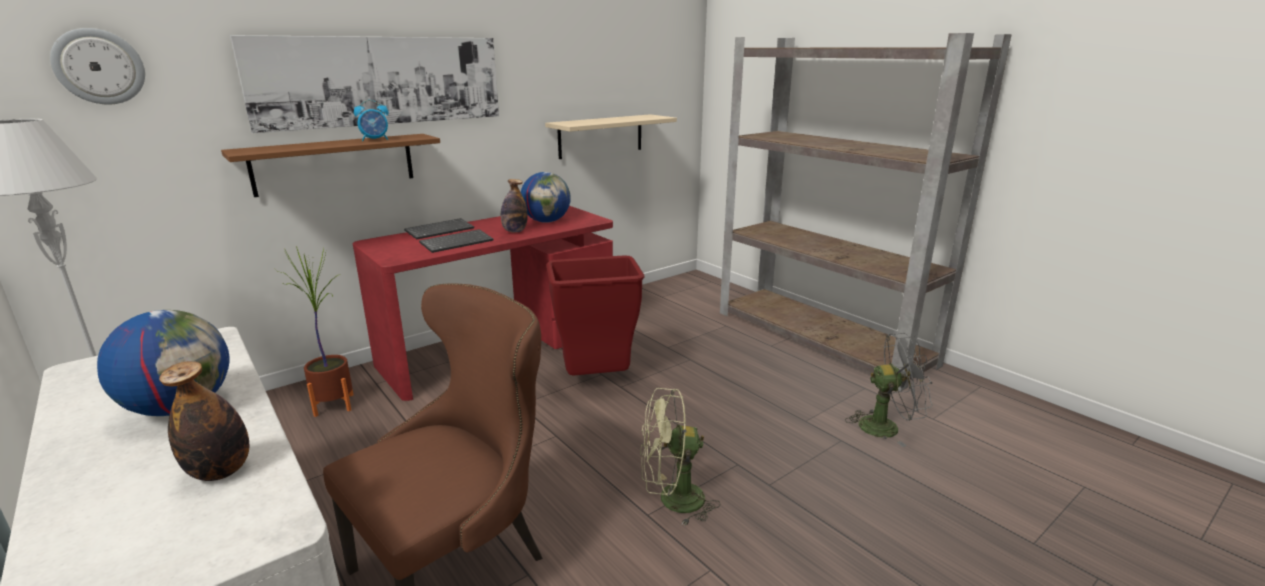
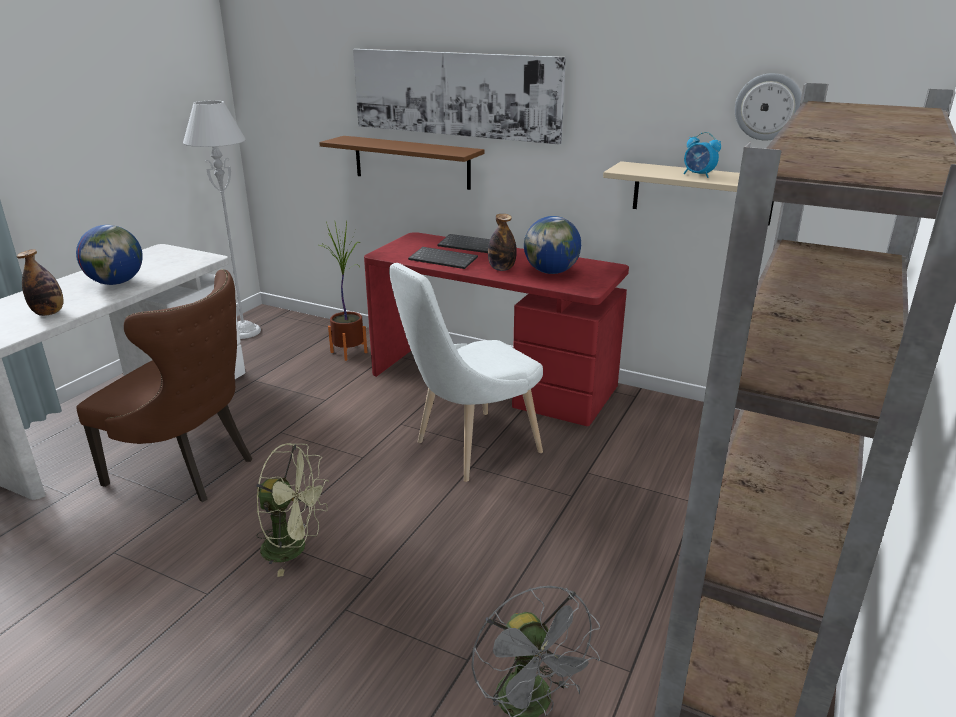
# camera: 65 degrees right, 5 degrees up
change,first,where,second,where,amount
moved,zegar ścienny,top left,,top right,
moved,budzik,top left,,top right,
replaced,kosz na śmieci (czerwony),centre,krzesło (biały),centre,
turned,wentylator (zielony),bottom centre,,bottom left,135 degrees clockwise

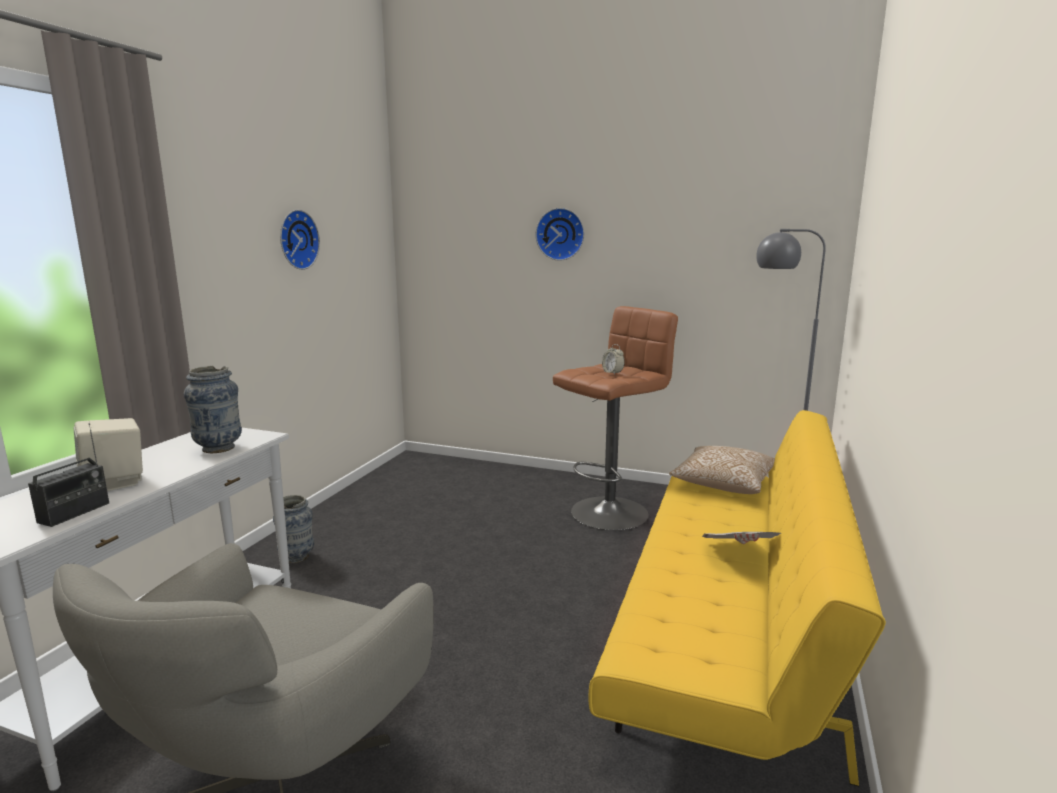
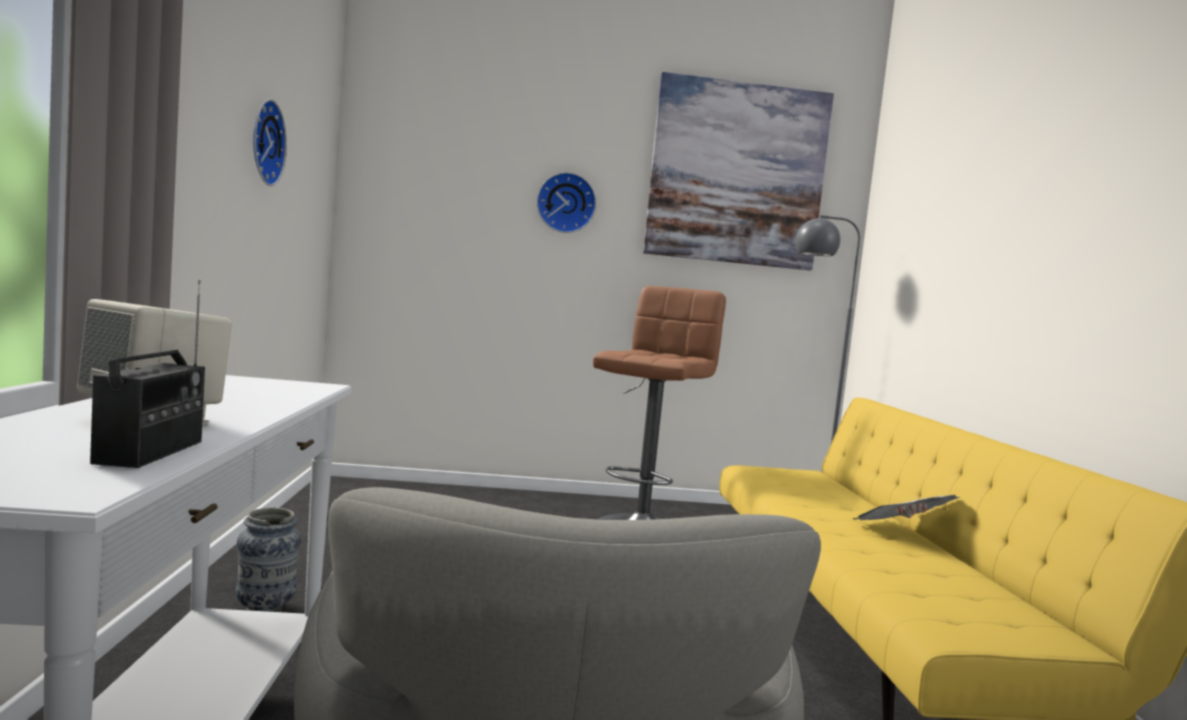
# camera: 25 degrees left, 10 degrees down
change,first,where,second,where,amount
removed,wazon (1st from left),middle left,,,
removed,budzik,centre,,,
removed,poduszka,middle right,,,
added,,,obraz,top centre,

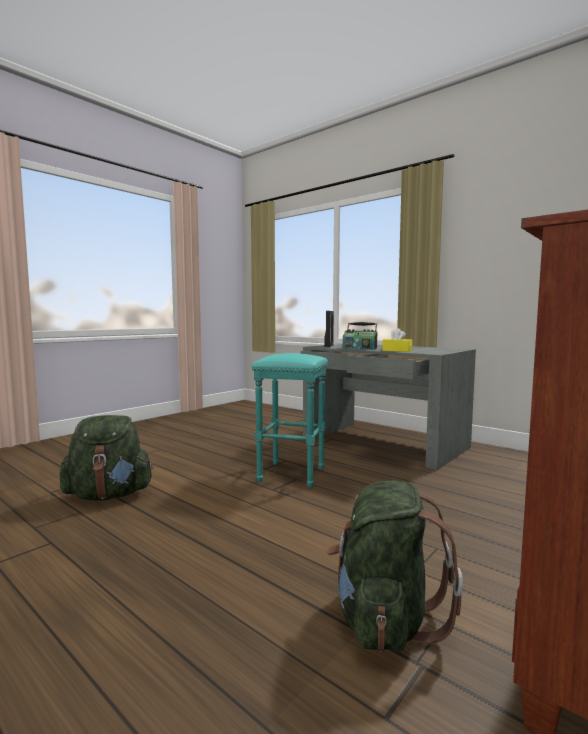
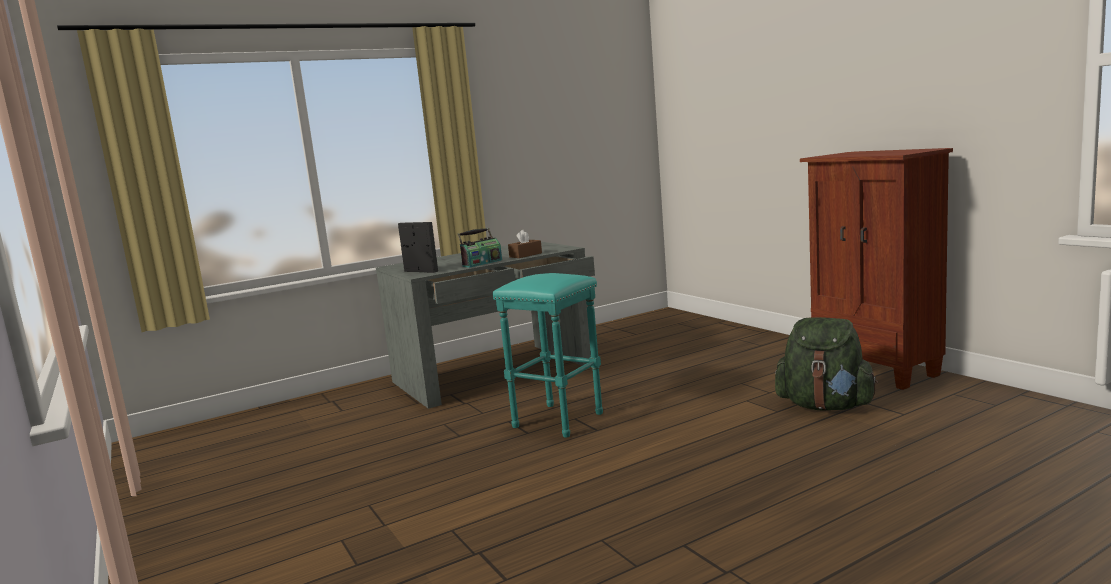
# camera: 70 degrees left, 5 degrees up
change,first,where,second,where,amount
removed,plecak (zielony) (1st from left),middle left,,,
recoloured,pudełko chusteczek (żółty),middle right,pudełko chusteczek (brązowy),centre,

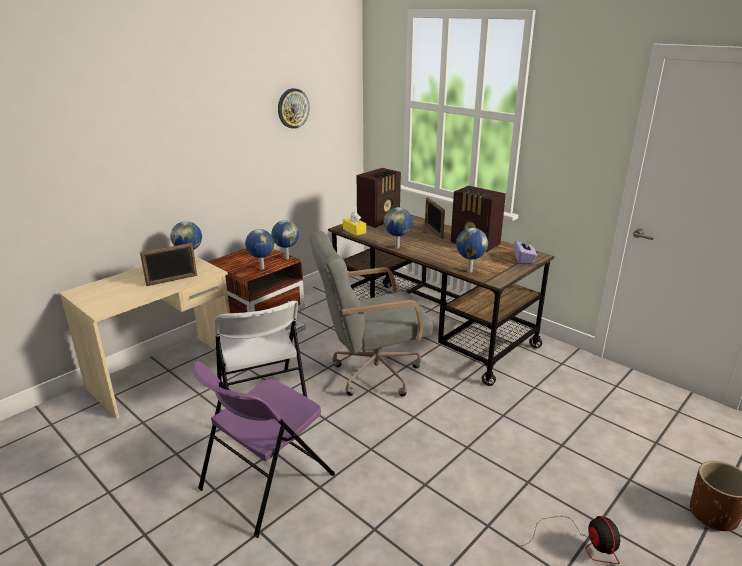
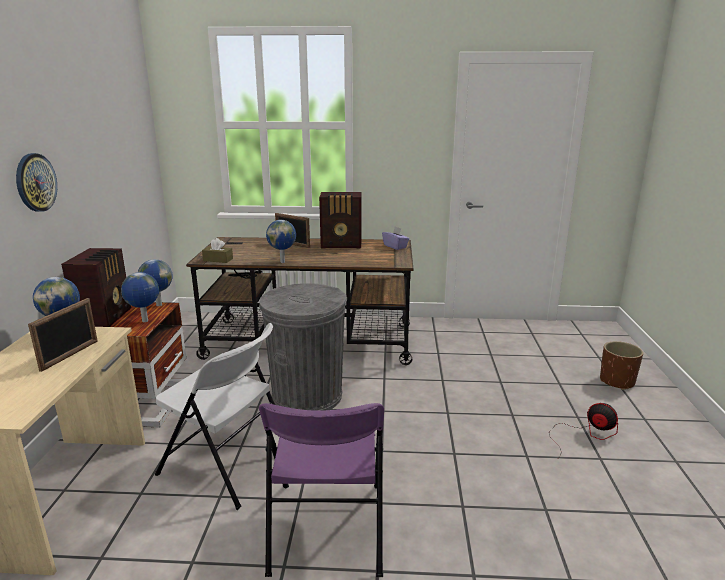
# camera: 40 degrees left, 5 degrees down
change,first,where,second,where,amount
removed,globus (5th from left),centre,,,
moved,zegar ścienny,top centre,,top left,
moved,radio (1st from left),centre,,middle left,
replaced,krzesło biurowe (szary),centre,kosz na śmieci (szary),centre,
recoloured,pudełko chusteczek (żółty),centre,pudełko chusteczek (brązowy),middle left,

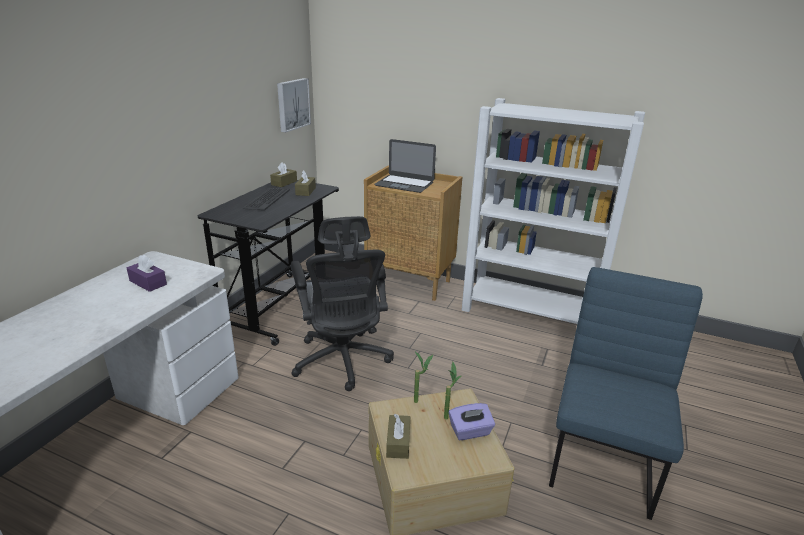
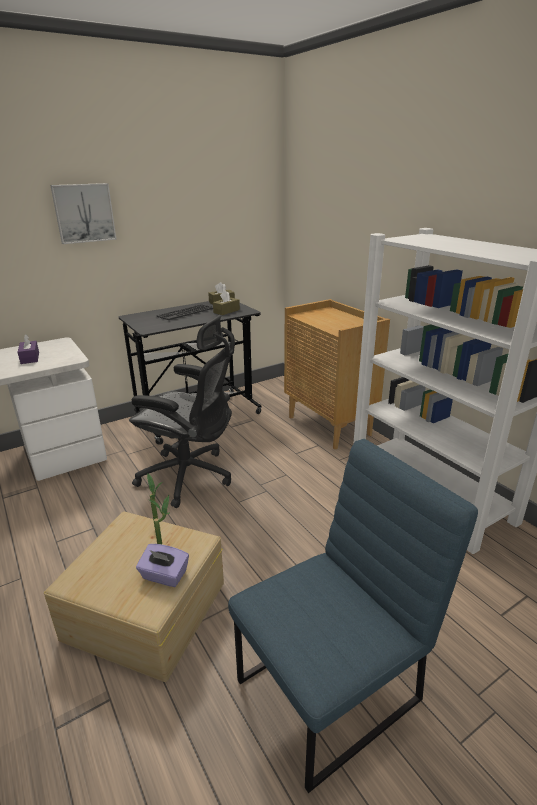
# camera: 35 degrees right, 0 degrees up
change,first,where,second,where,amount
removed,laptop,top centre,,,
removed,pudełko chusteczek (brązowy) (3rd from left),bottom centre,,,
moved,obraz,top centre,,top left,
turned,krzesło biurowe,centre,,centre,90 degrees counterclockwise

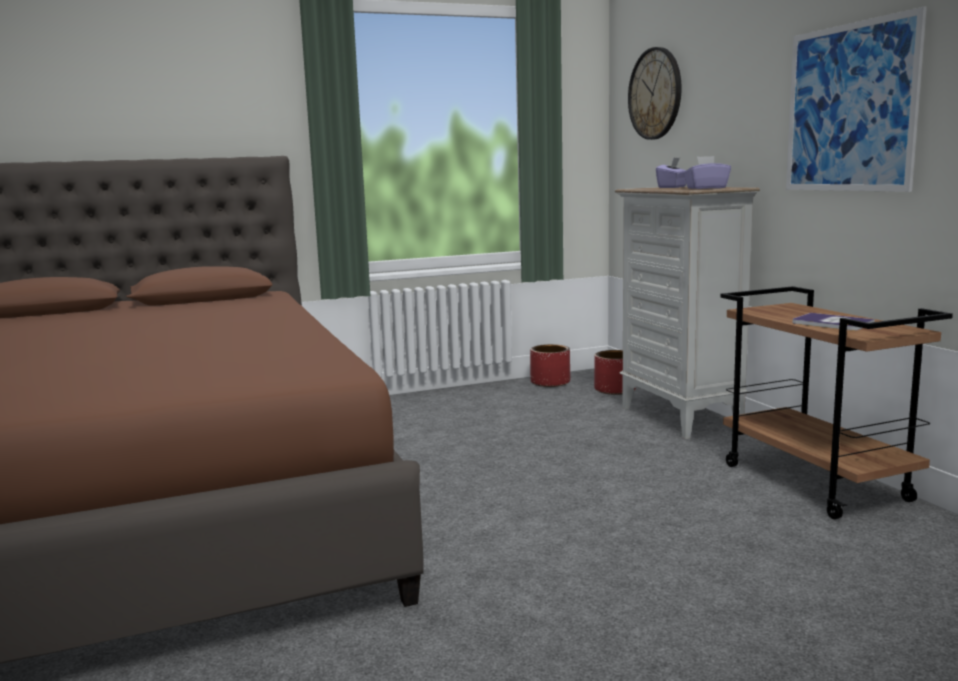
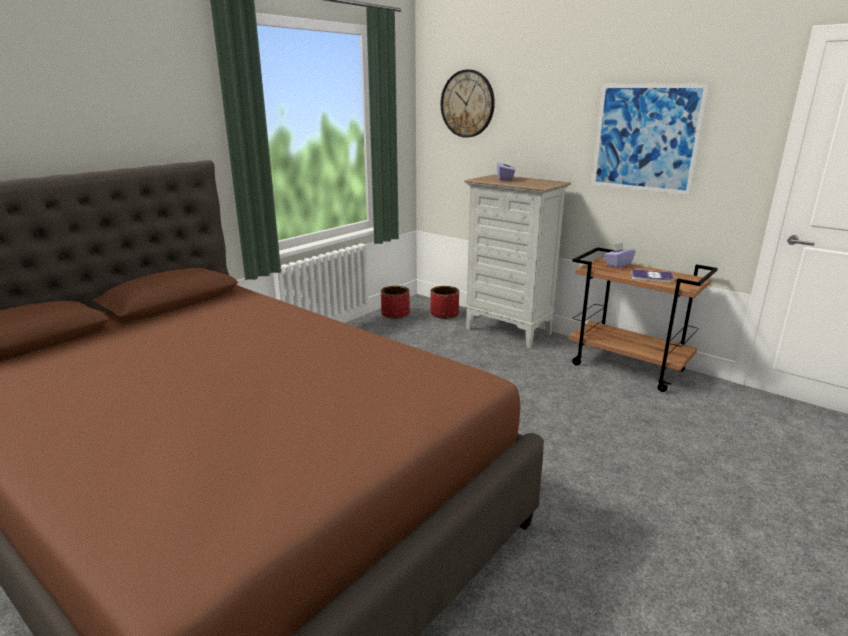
# camera: 30 degrees left, 10 degrees up
change,first,where,second,where,amount
moved,pudełko chusteczek (fioletowy) (2nd from left),top right,,middle right,

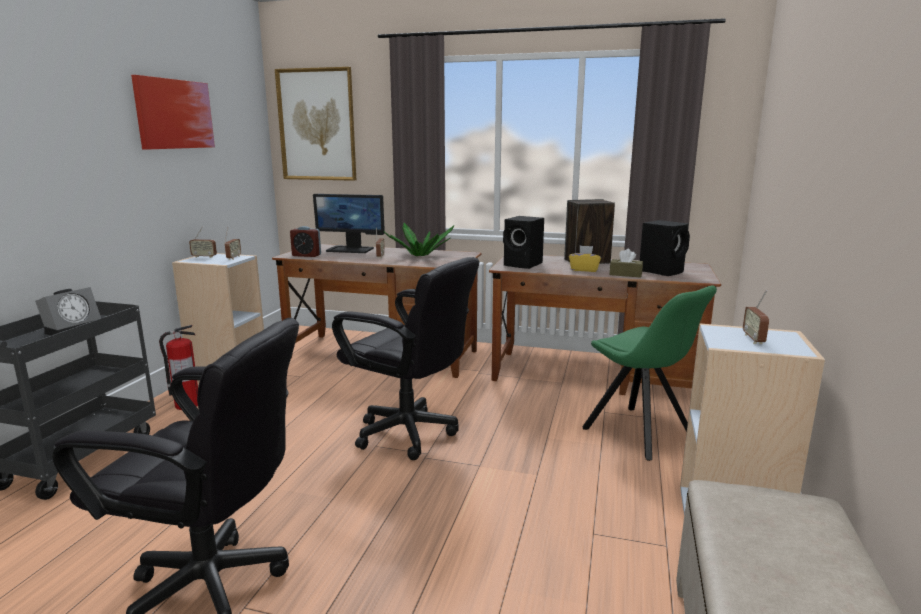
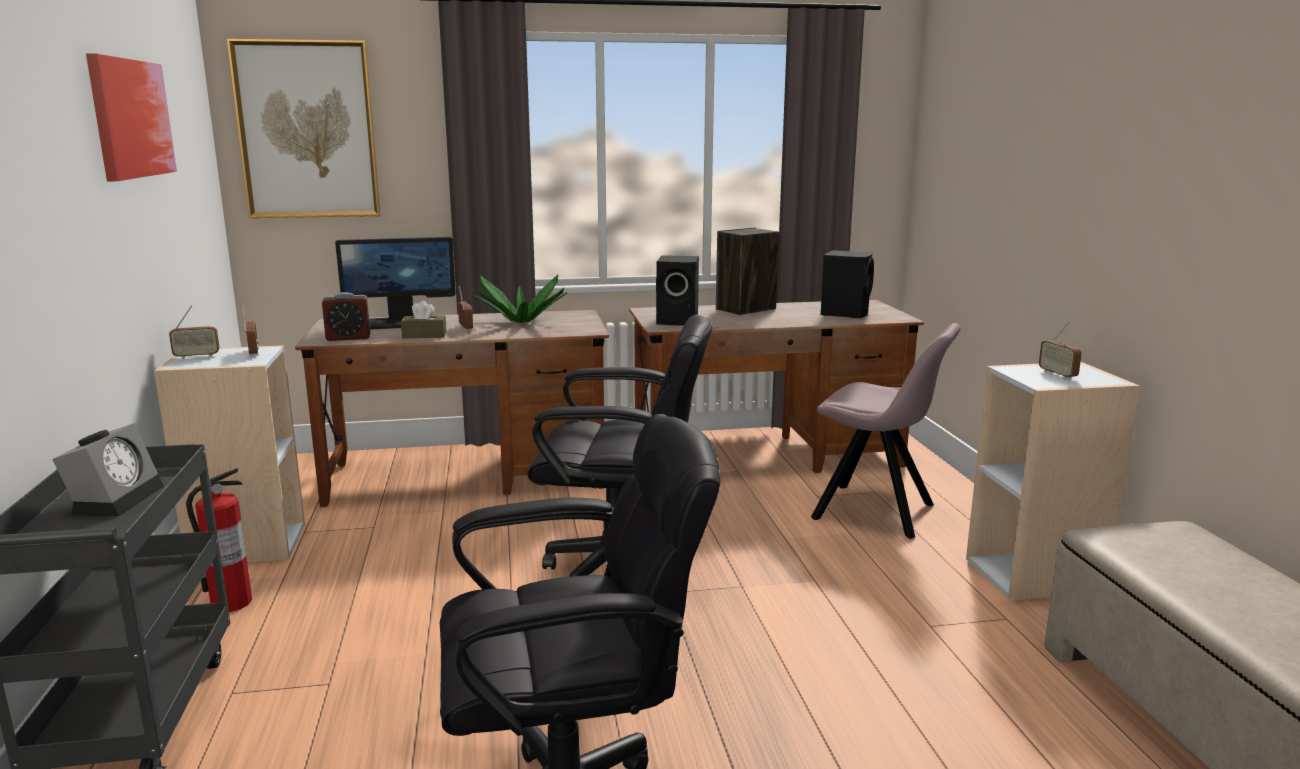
# camera: 25 degrees left, 0 degrees up
change,first,where,second,where,amount
removed,pudełko chusteczek (żółty),centre,,,
moved,pudełko chusteczek (brązowy),middle right,,middle left,
recoloured,krzesło (zielony),middle right,krzesło (różowy),middle right,

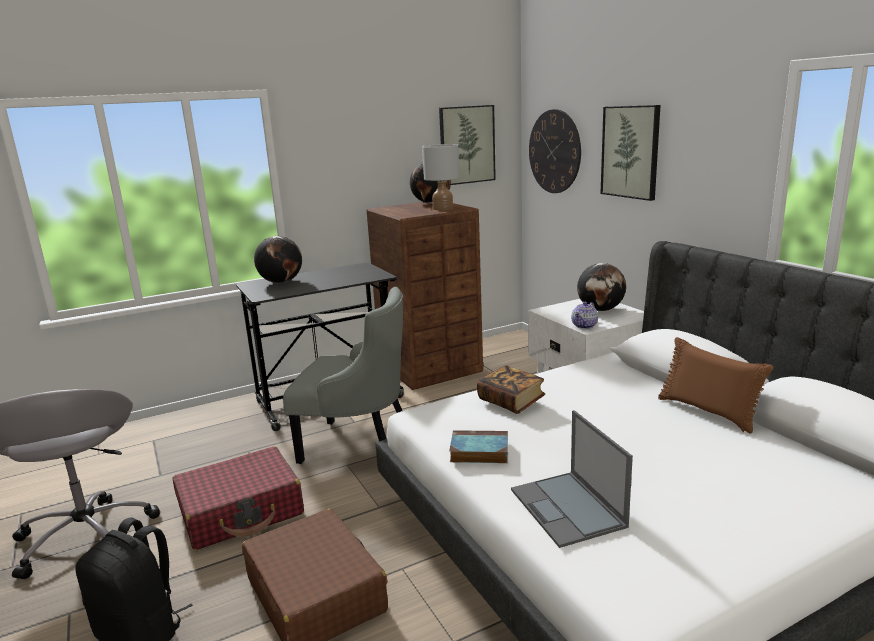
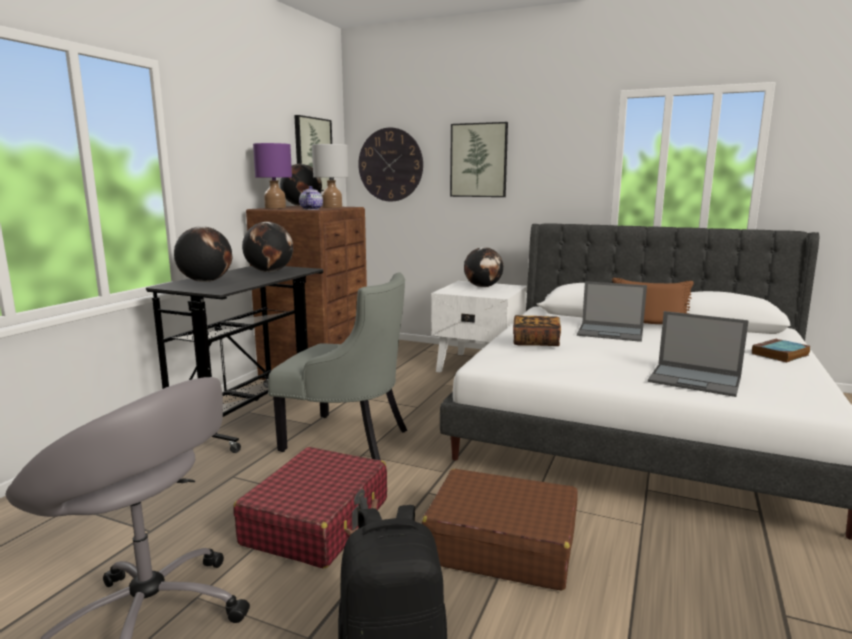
# camera: 40 degrees left, 5 degrees down
change,first,where,second,where,amount
added,,,globus (2nd from left),middle left,
added,,,lampa stołowa (fioletowy),top left,
added,,,laptop (1st from left),middle right,
moved,książka (1st from left in the first image),bottom centre,książka (2nd from left),middle right,
moved,imbryk,middle right,,top centre,
turned,krzesło (szary),centre,,centre,45 degrees clockwise

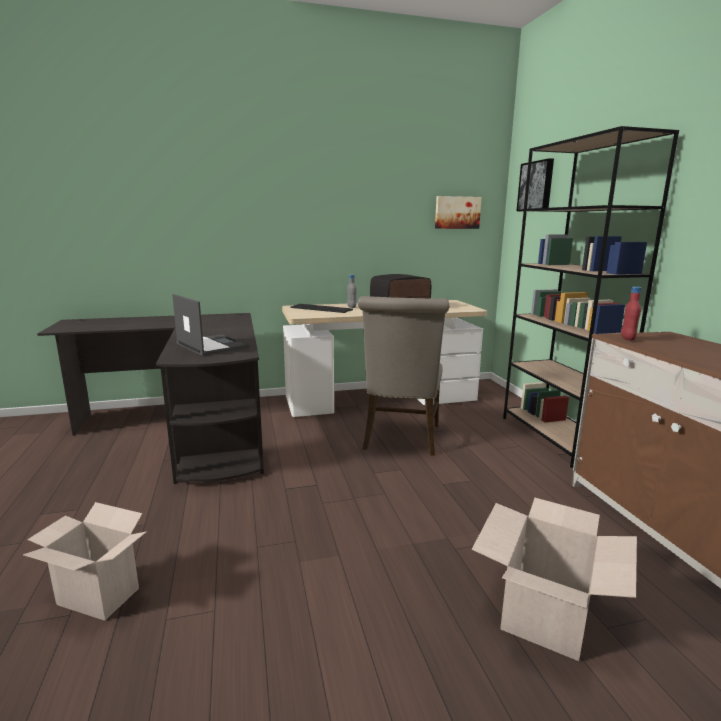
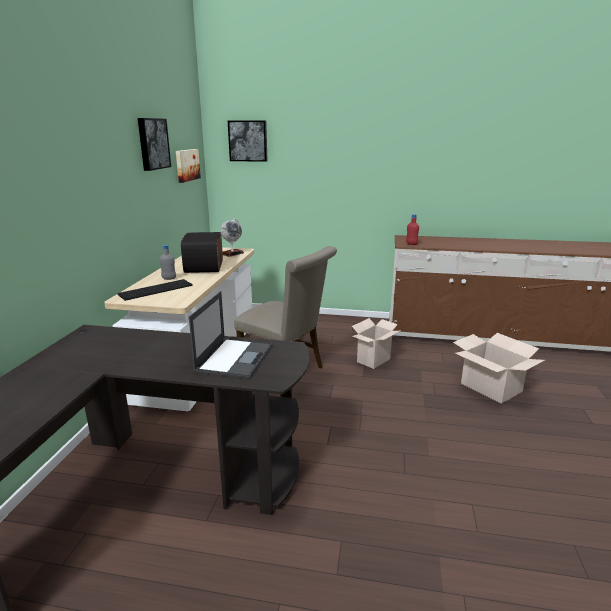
# camera: 65 degrees left, 5 degrees up
change,first,where,second,where,amount
removed,regał (beżowy),middle right,,,
added,,,obraz (1st from left),top left,
added,,,globus,centre,
moved,karton (1st from left),bottom left,,centre,
turned,laptop,middle left,,centre,120 degrees clockwise

